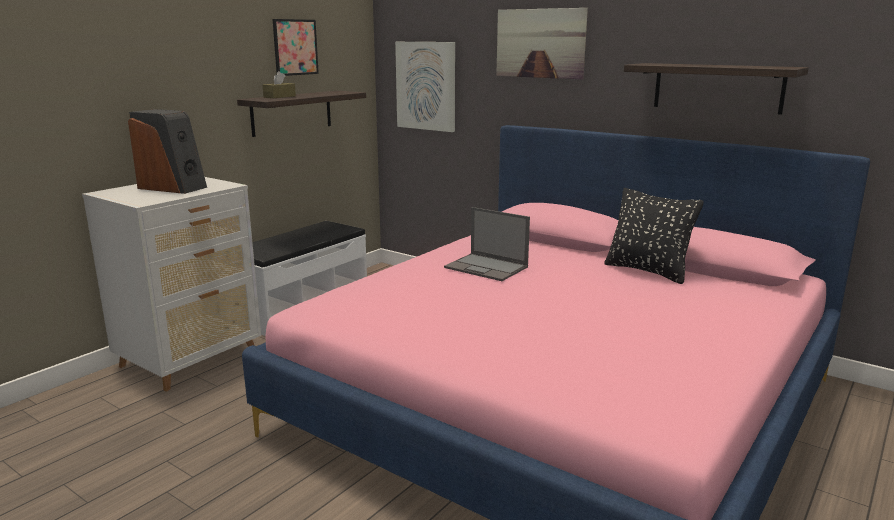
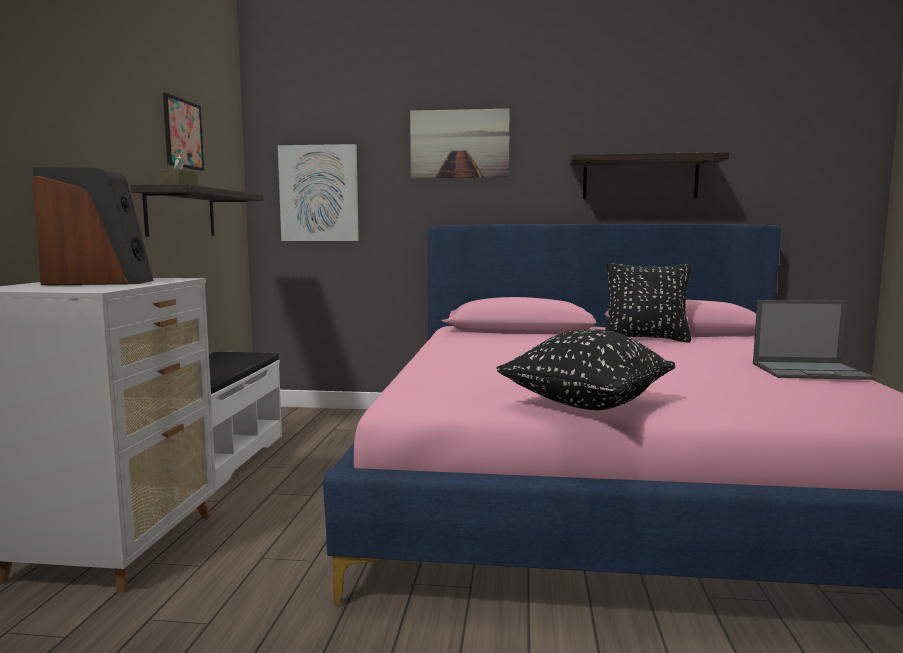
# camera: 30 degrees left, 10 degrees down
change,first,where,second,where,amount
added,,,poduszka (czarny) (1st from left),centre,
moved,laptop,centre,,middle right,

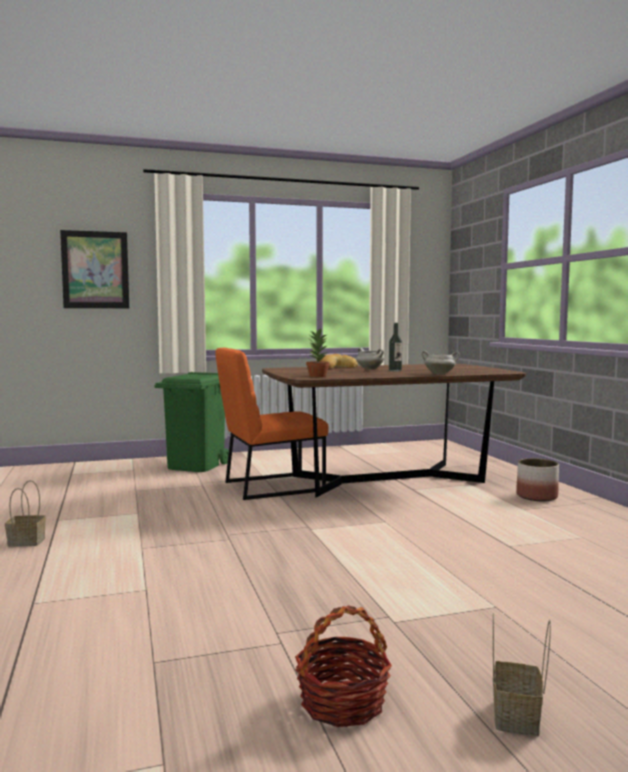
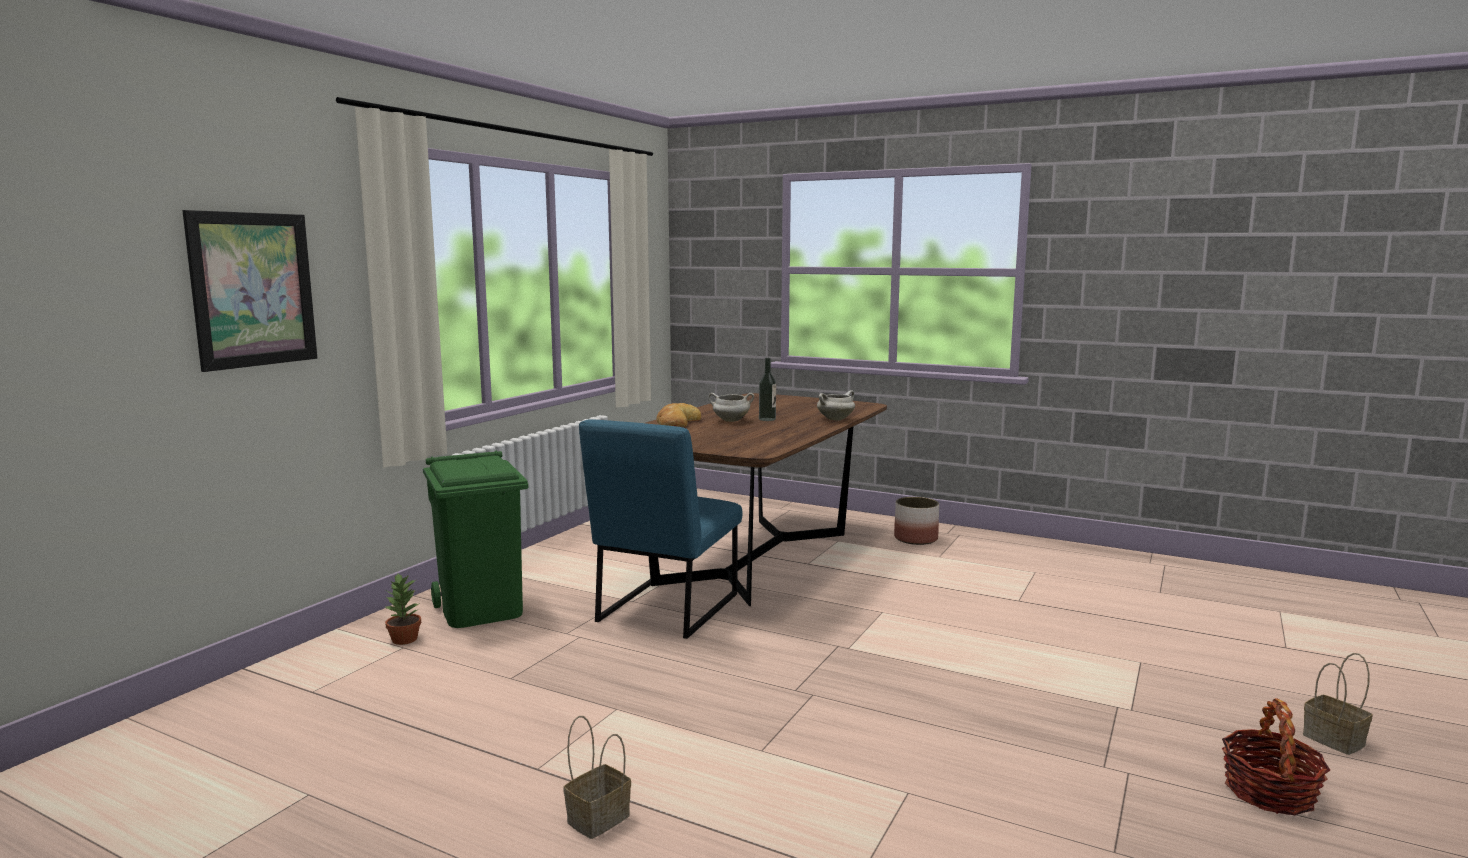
# camera: 45 degrees left, 5 degrees up
change,first,where,second,where,amount
moved,roślina doniczkowa,centre,,bottom left,
recoloured,krzesło (pomarańczowy),centre,krzesło (niebieski),centre,

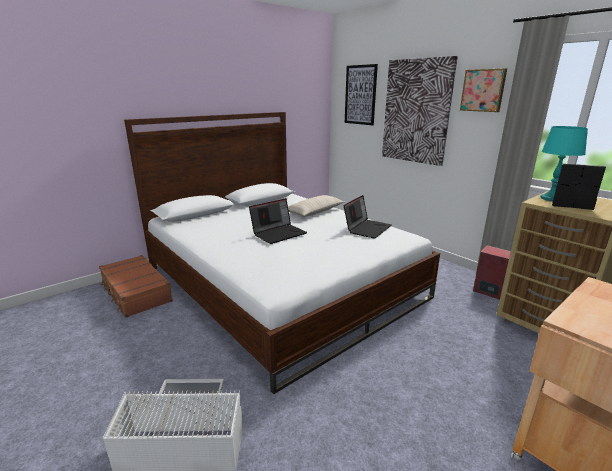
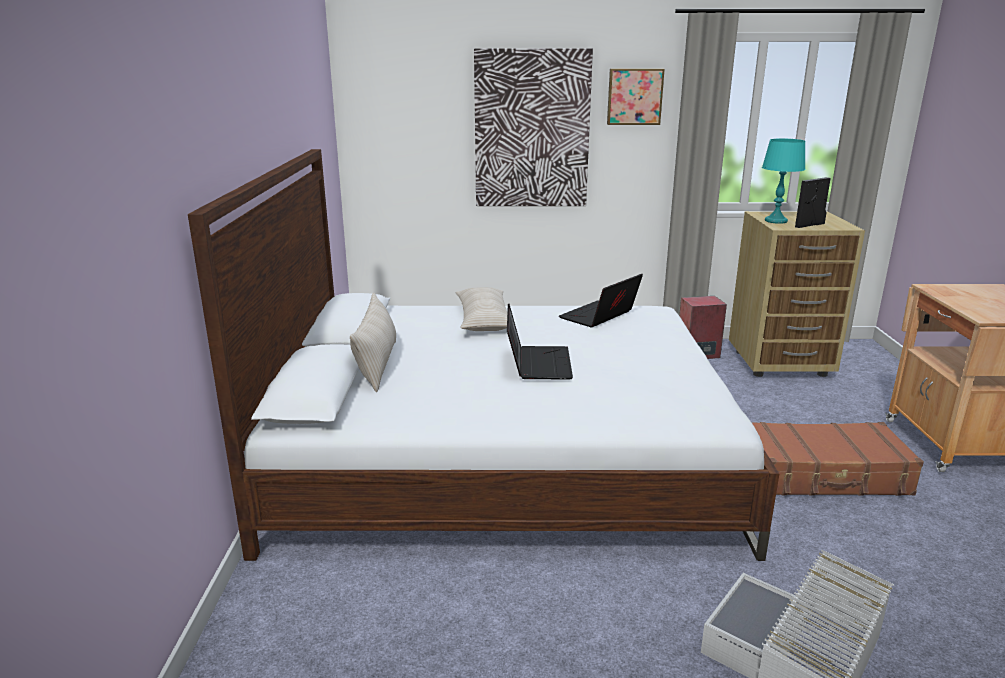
# camera: 50 degrees left, 0 degrees up
change,first,where,second,where,amount
removed,obraz (1st from left),top centre,,,
added,,,poduszka (beżowy) (1st from left),centre,
moved,walizka (brązowy),middle left,,bottom right,
turned,laptop (2nd from left),centre,,centre,120 degrees counterclockwise

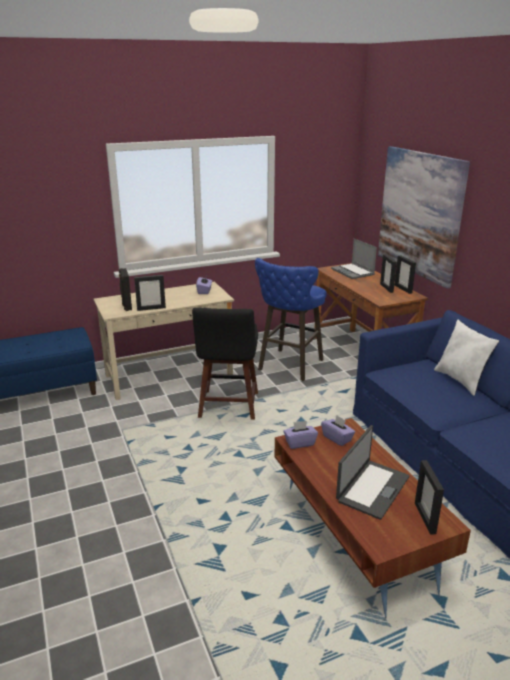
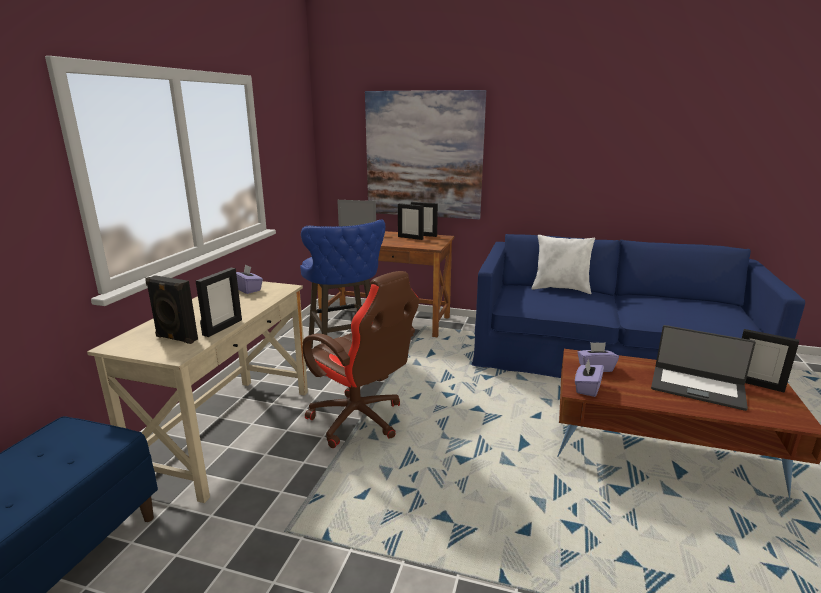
# camera: 50 degrees left, 5 degrees down
change,first,where,second,where,amount
replaced,stołek (czarny),centre,krzesło biurowe (brązowy),centre,
turned,laptop (2nd from left),bottom right,,middle right,135 degrees clockwise

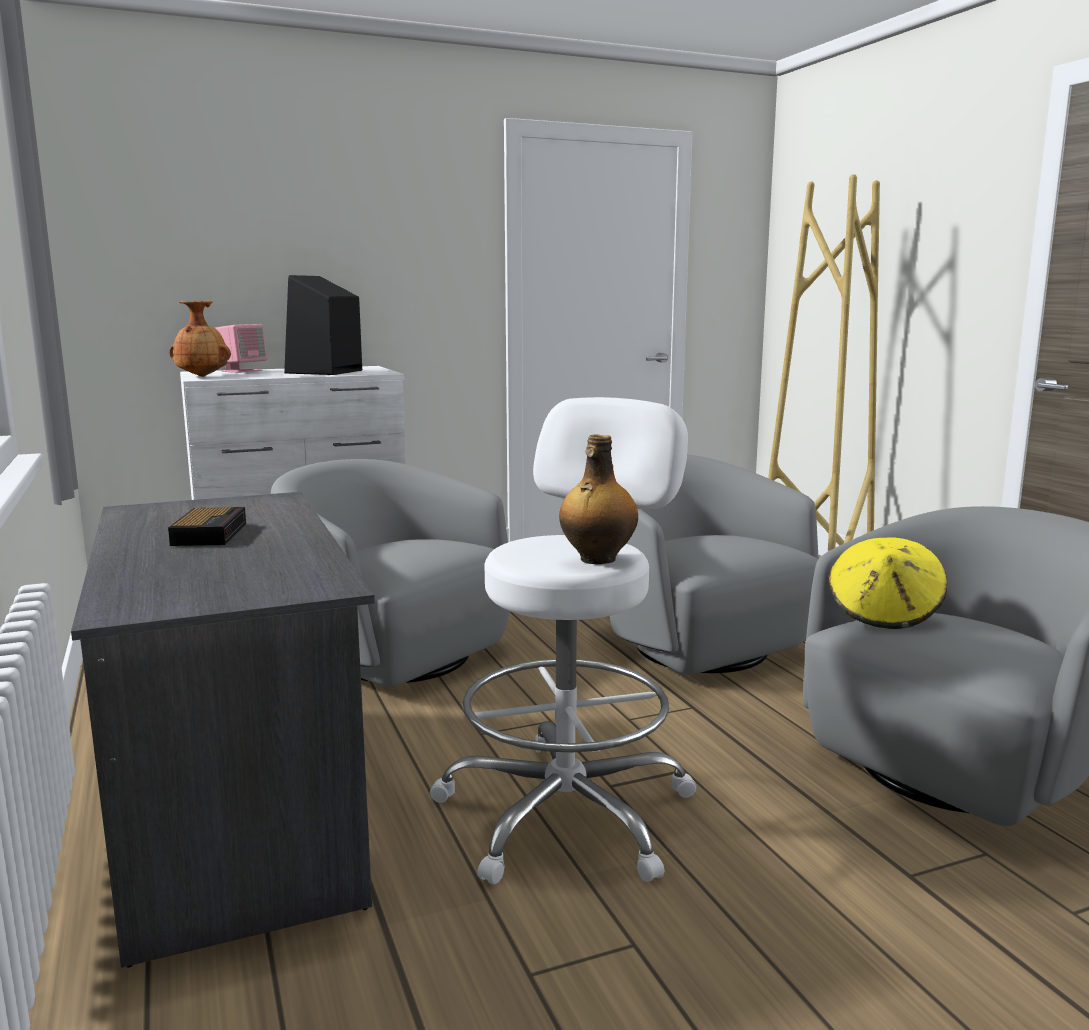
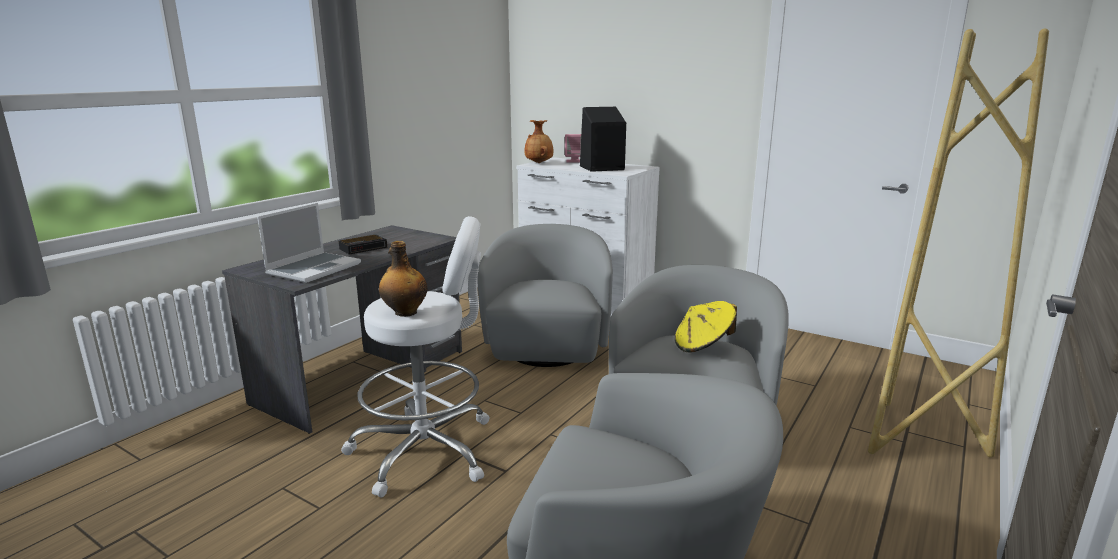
# camera: 55 degrees right, 5 degrees up
change,first,where,second,where,amount
added,,,laptop,middle left,
moved,kapelusz (żółty),middle right,,centre,

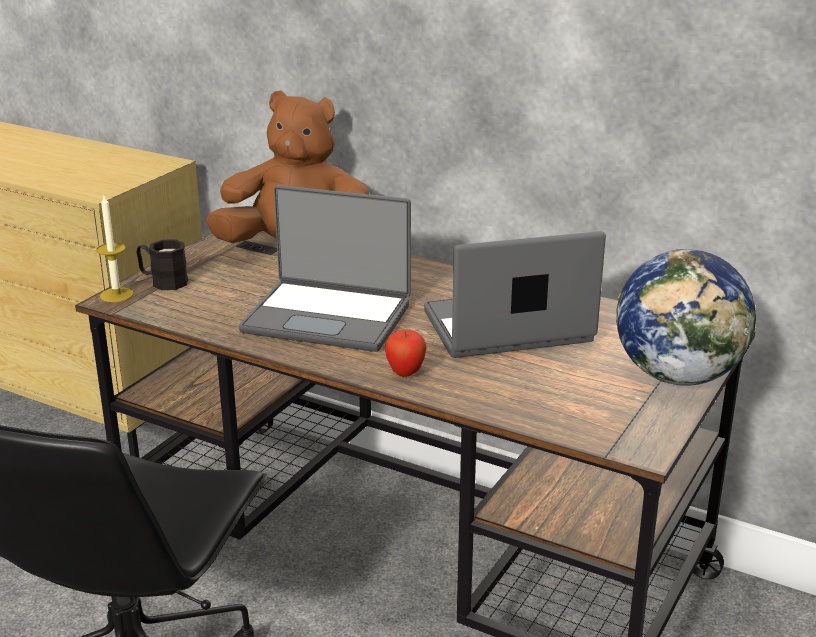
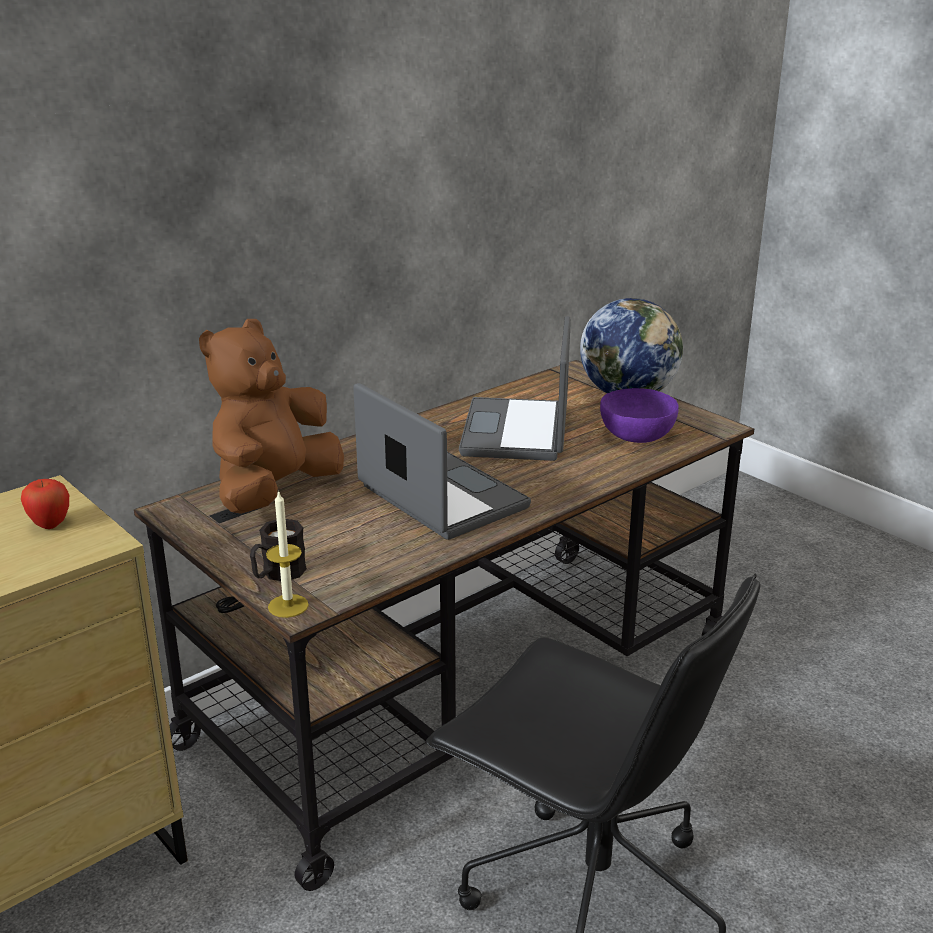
# camera: 70 degrees left, 0 degrees up
change,first,where,second,where,amount
added,,,miska (fioletowy),middle right,
moved,jabłko,centre,,middle left,
turned,laptop (1st from left),centre,,centre,75 degrees counterclockwise

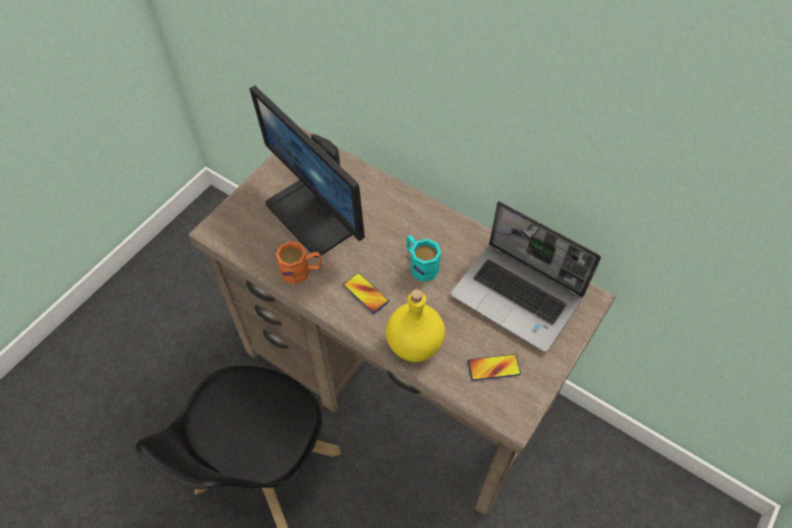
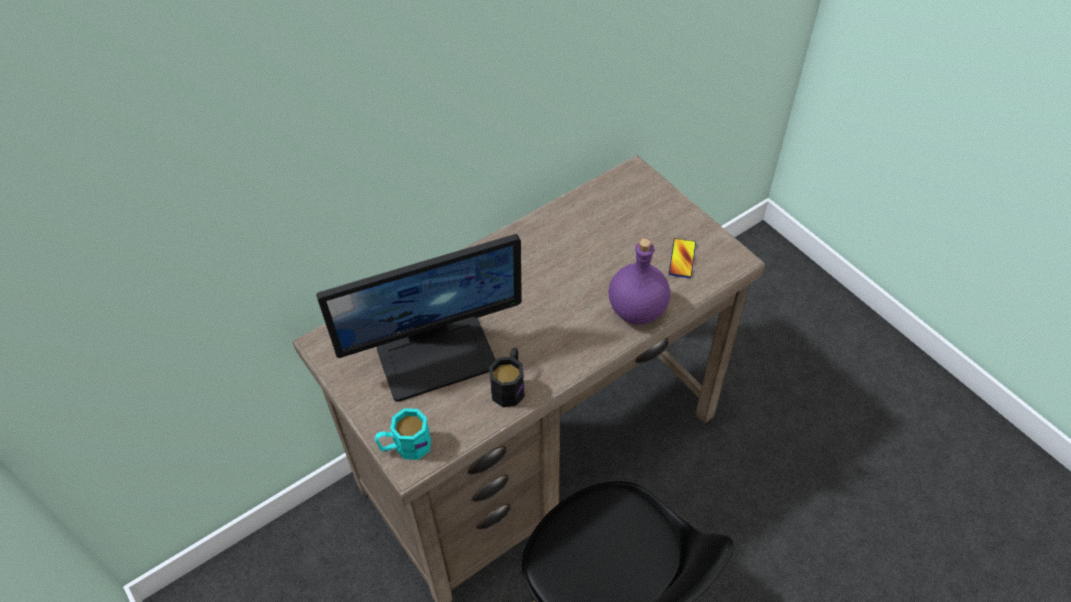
# camera: 70 degrees left, 5 degrees down
change,first,where,second,where,amount
removed,telefon (1st from left),centre,,,
removed,laptop,centre,,,
moved,kubek (turkusowy),centre,,bottom centre,
recoloured,kubek (pomarańczowy),centre,kubek (czarny),centre,
recoloured,butelka (żółty),centre,butelka (fioletowy),centre,

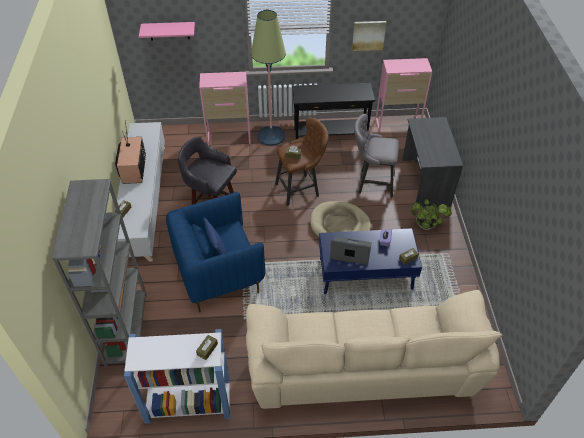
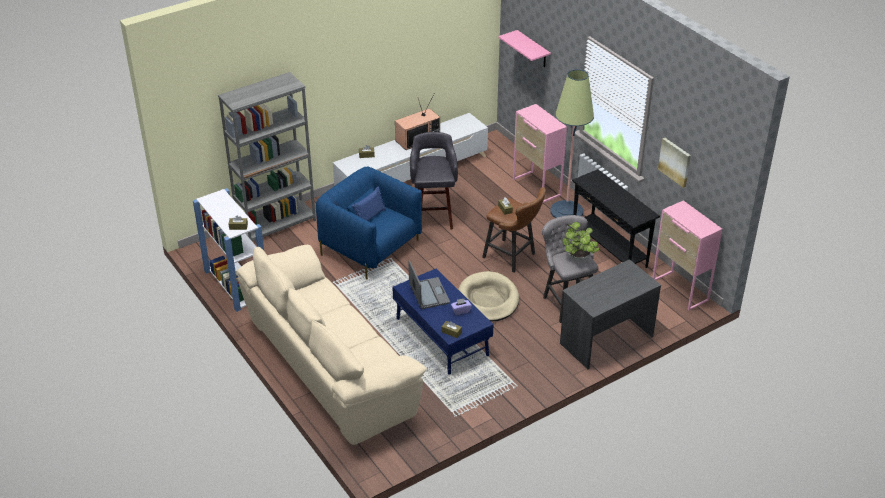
# camera: 60 degrees right, 10 degrees down
change,first,where,second,where,amount
moved,roślina doniczkowa,middle right,,centre,

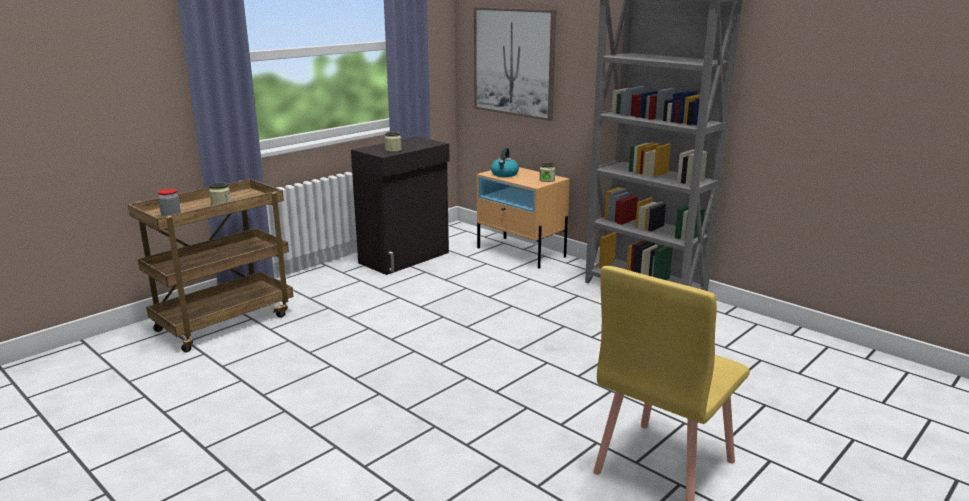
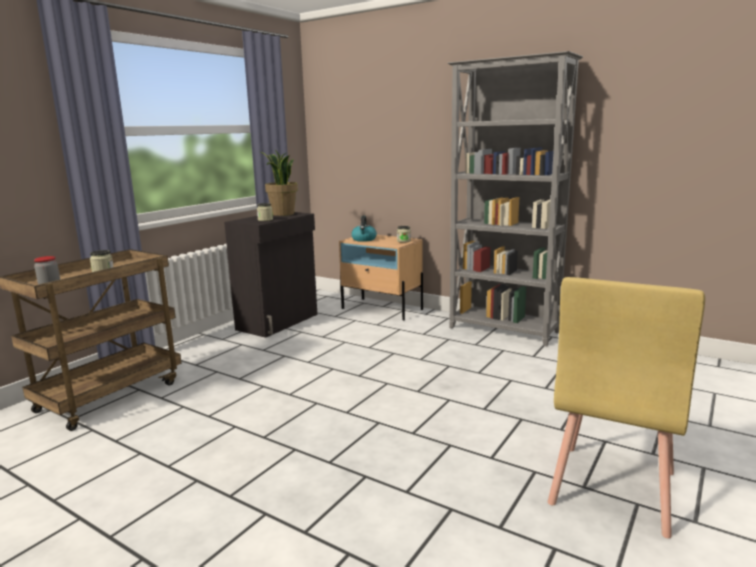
# camera: 10 degrees left, 5 degrees down
change,first,where,second,where,amount
removed,obraz,top centre,,,
added,,,roślina doniczkowa,top centre,

